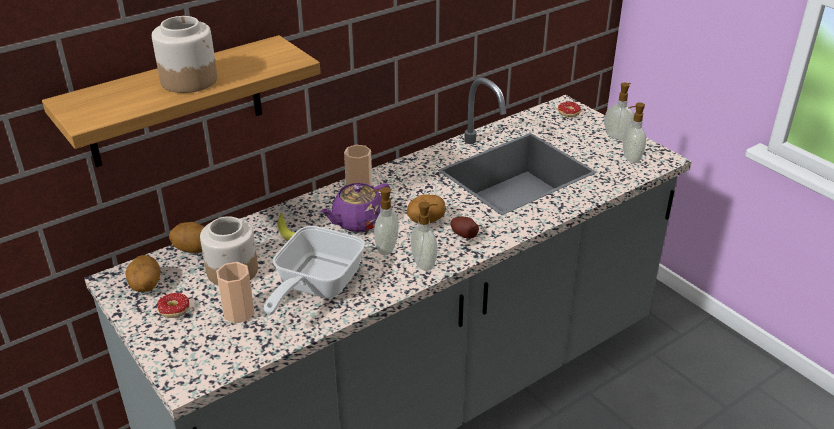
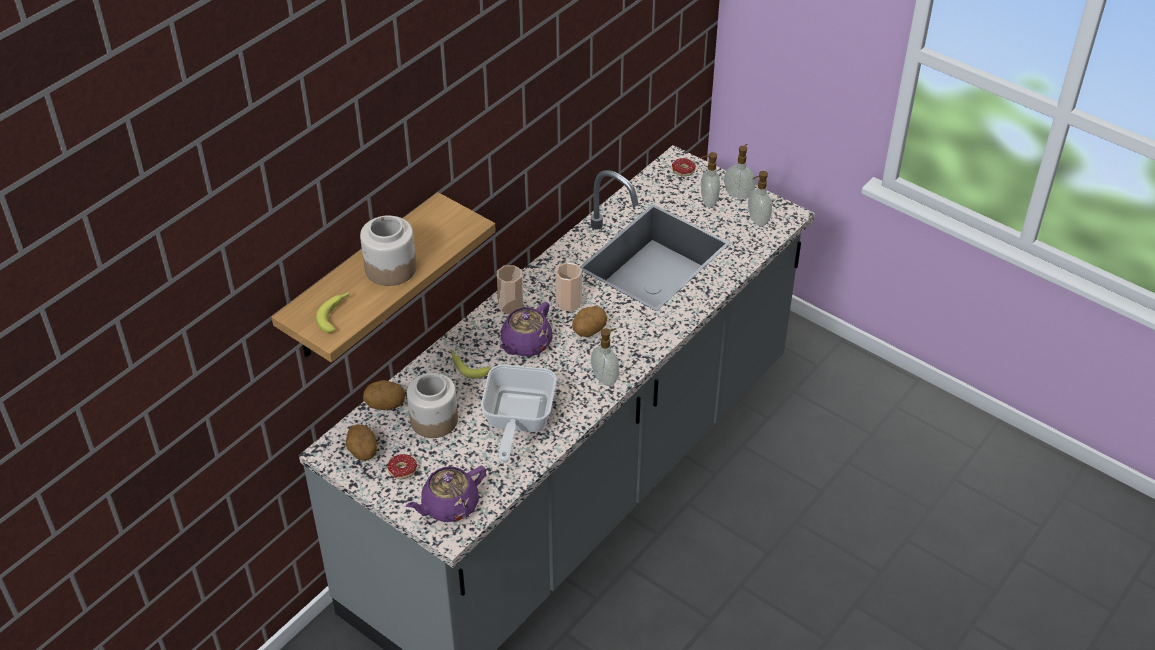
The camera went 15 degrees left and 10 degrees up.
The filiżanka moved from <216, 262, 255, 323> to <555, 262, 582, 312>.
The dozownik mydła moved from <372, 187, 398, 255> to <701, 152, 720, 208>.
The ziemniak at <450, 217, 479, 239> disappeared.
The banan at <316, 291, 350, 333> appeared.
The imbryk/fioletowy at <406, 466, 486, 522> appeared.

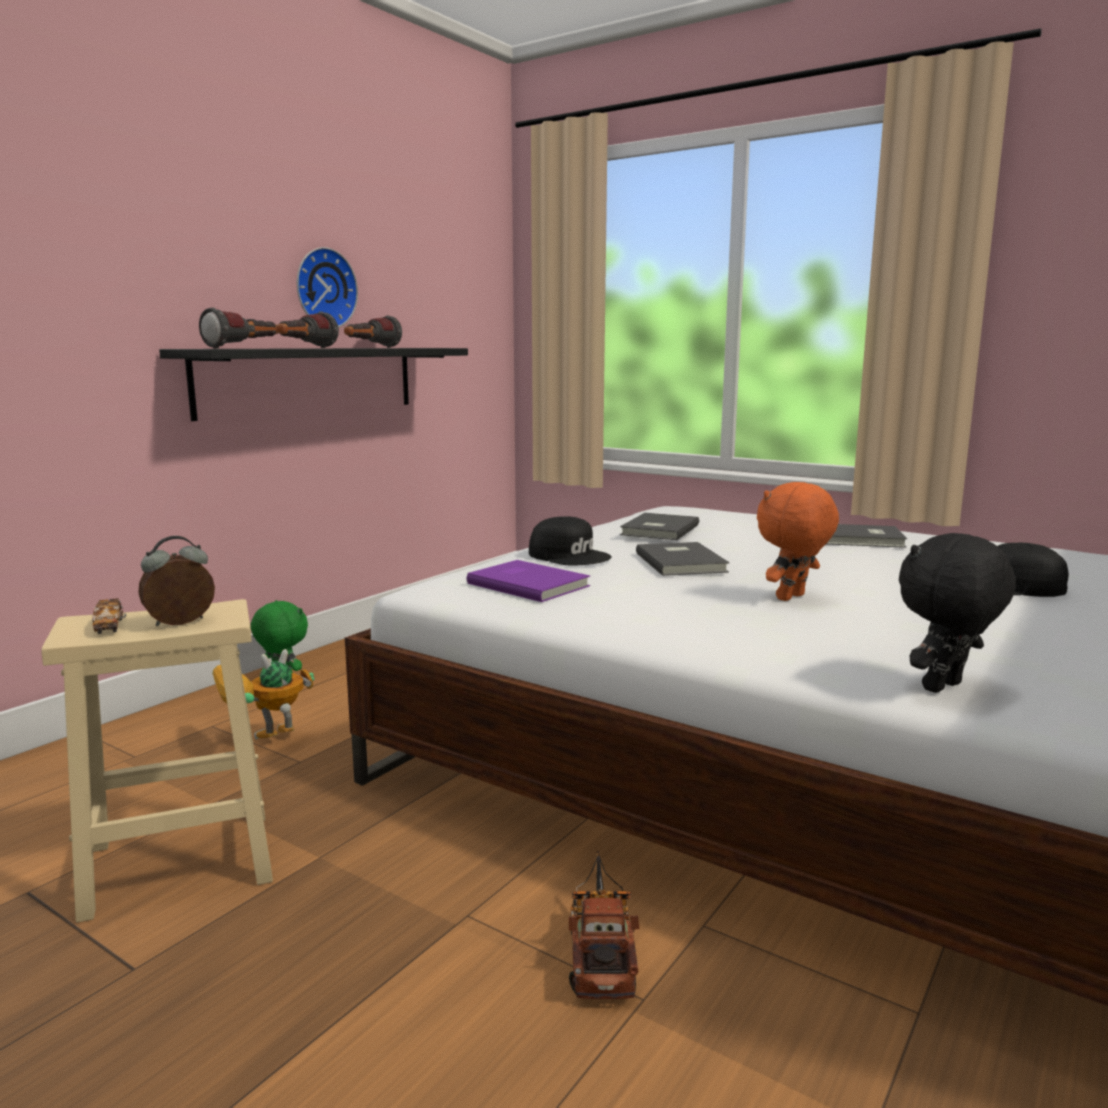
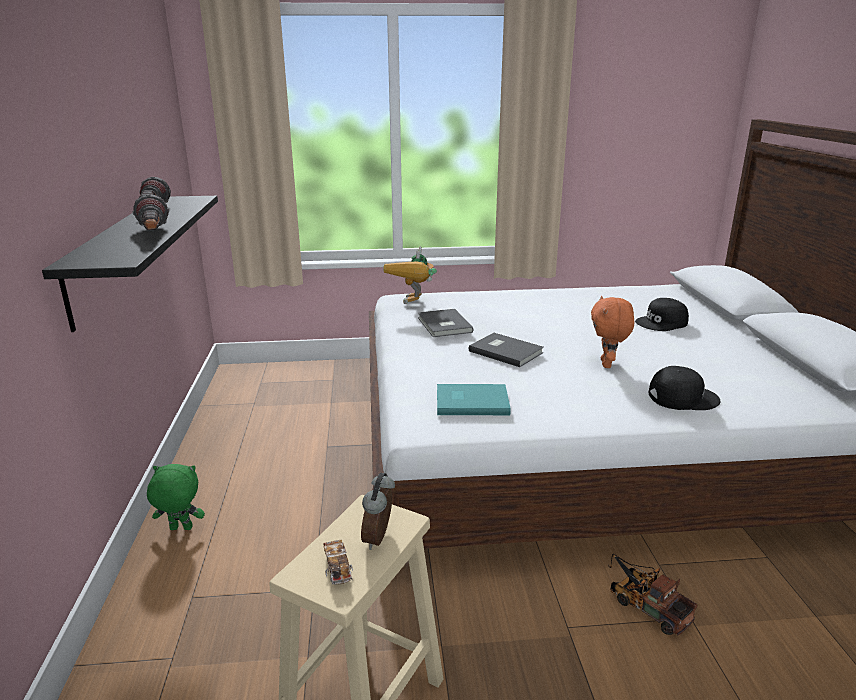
The camera went 40 degrees left and 10 degrees up.
The samochodzik at <92, 598, 126, 634> turned 135 degrees counterclockwise.
The latarka at <199, 308, 278, 348> disappeared.
The robot zabawkowy moved from <212, 649, 315, 740> to <383, 246, 437, 304>.
The zegar ścienny at <297, 247, 358, 328> disappeared.
The książka/fioletowy at <467, 560, 590, 602> became the książka/turkusowy at <437, 384, 511, 415>.
The czapka z daszkiem/czarny moved from <529, 516, 612, 565> to <649, 366, 720, 410>.
The książka/szary at <826, 524, 907, 548> disappeared.
The pluszak/czarny at <899, 533, 1016, 693> disappeared.

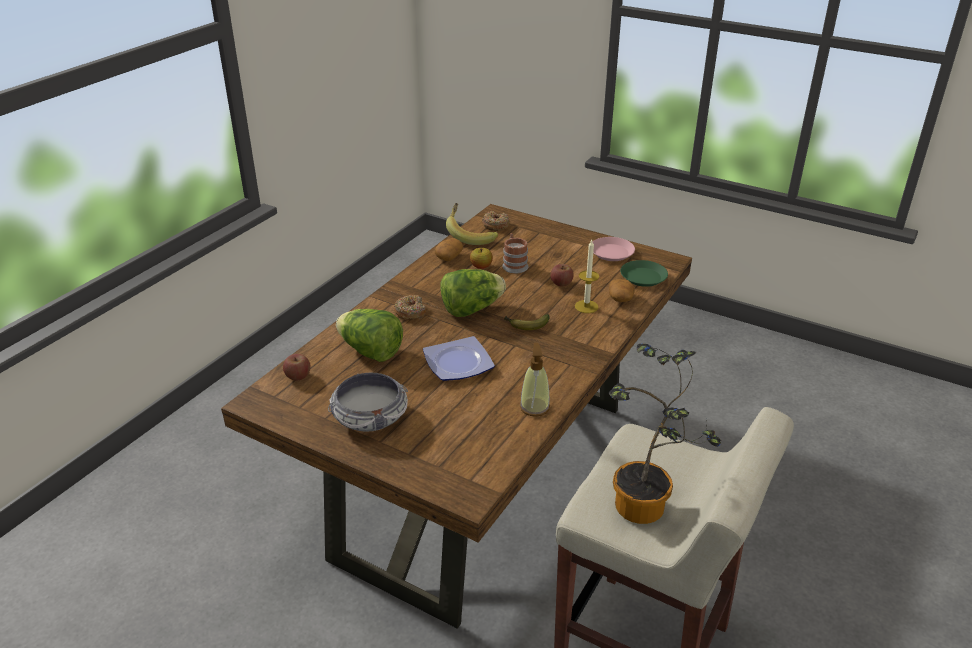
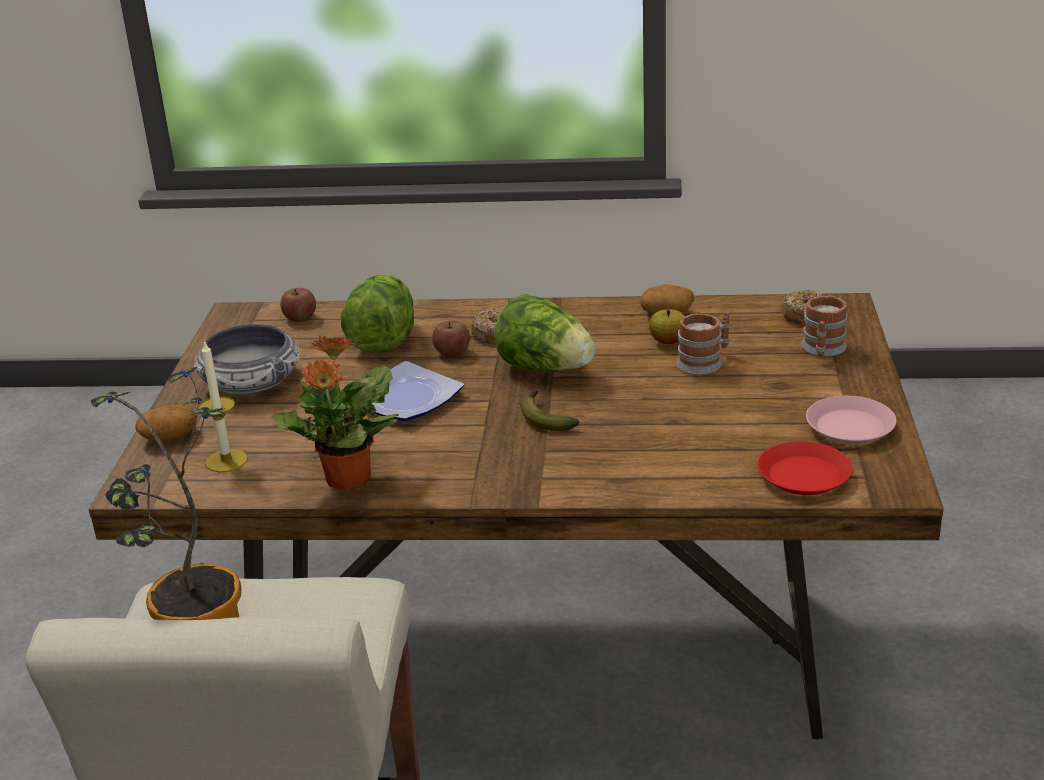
The camera went 65 degrees right and 5 degrees down.
The banan at <446, 203, 498, 245> disappeared.
The dozownik mydła at <520, 343, 550, 417> was replaced by the roślina doniczkowa at <271, 336, 399, 490>.
The jabłko moved from <550, 264, 574, 287> to <432, 320, 470, 357>.
The świeca moved from <575, 240, 599, 313> to <198, 340, 248, 472>.
The ziemniak moved from <609, 279, 635, 302> to <135, 405, 196, 441>.
The talerz/zielony at <620, 260, 668, 287> became the talerz/czerwony at <757, 441, 852, 495>.
The kubek at <801, 295, 848, 357> appeared.

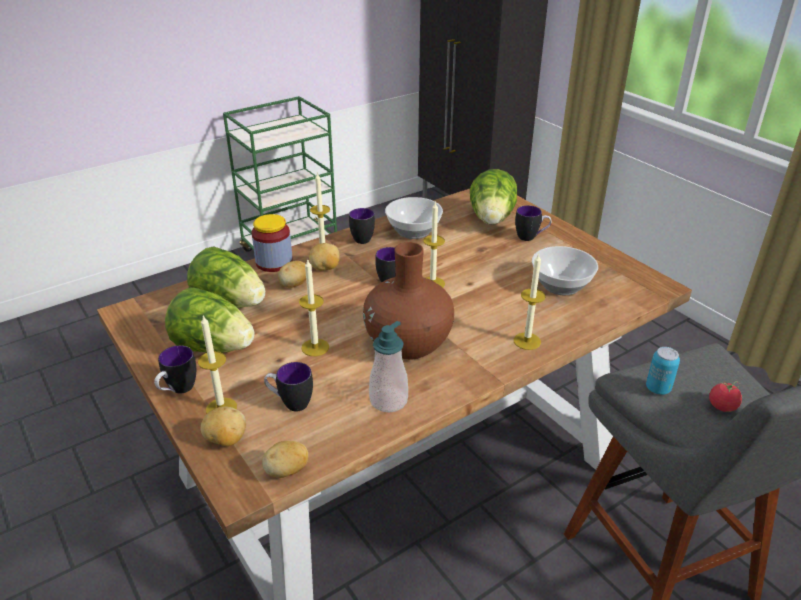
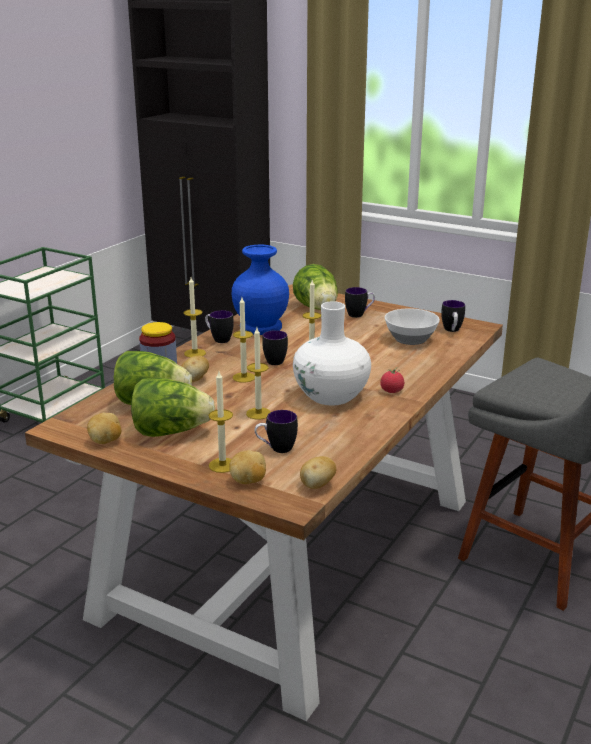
The camera went 25 degrees left and 10 degrees down.
The kubek moved from <154, 345, 196, 393> to <441, 300, 465, 332>.
The ziemniak moved from <309, 243, 340, 271> to <87, 413, 121, 444>.
The wazon/brązowy at <363, 242, 454, 360> became the wazon/biały at <293, 301, 371, 405>.
The dozownik mydła at <369, 321, 408, 412> disappeared.
The miska at <385, 197, 443, 239> was replaced by the wazon/niebieski at <232, 245, 289, 335>.
The świeca moved from <514, 253, 546, 350> to <233, 297, 255, 383>.
The puszka at <646, 347, 680, 395> disappeared.
The pomidor moved from <709, 381, 742, 412> to <380, 367, 404, 393>.

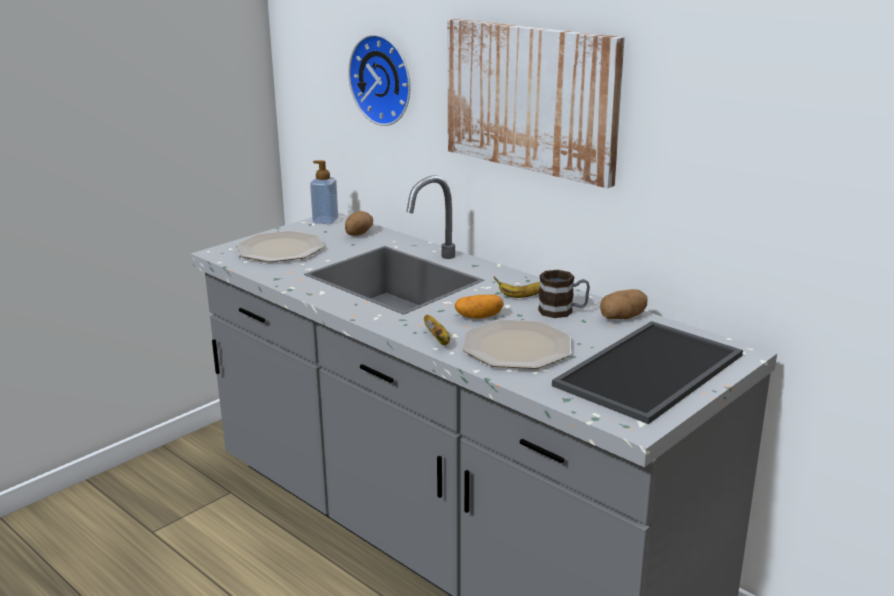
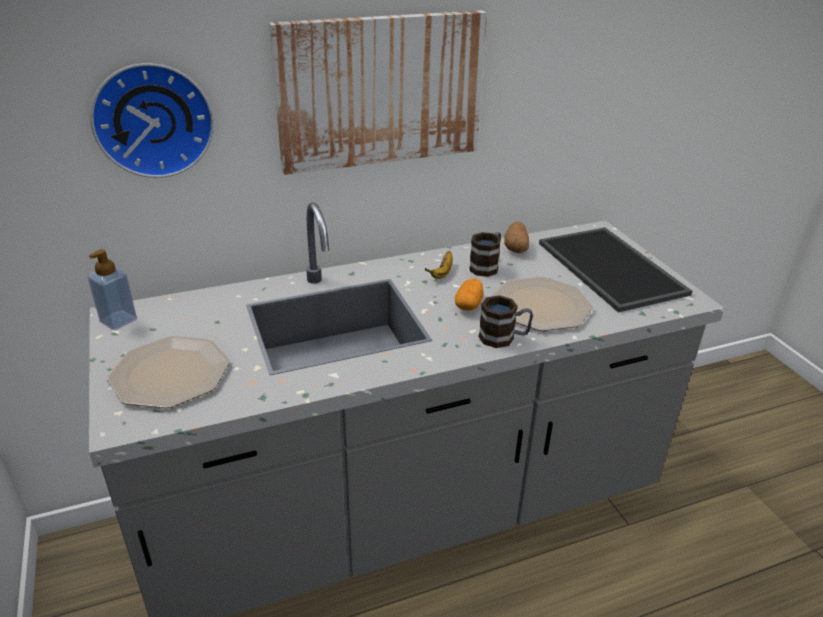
The camera went 65 degrees left and 10 degrees up.
The ziemniak at <345, 211, 373, 236> disappeared.
The banan at <424, 315, 450, 345> was replaced by the kubek at <478, 295, 533, 348>.

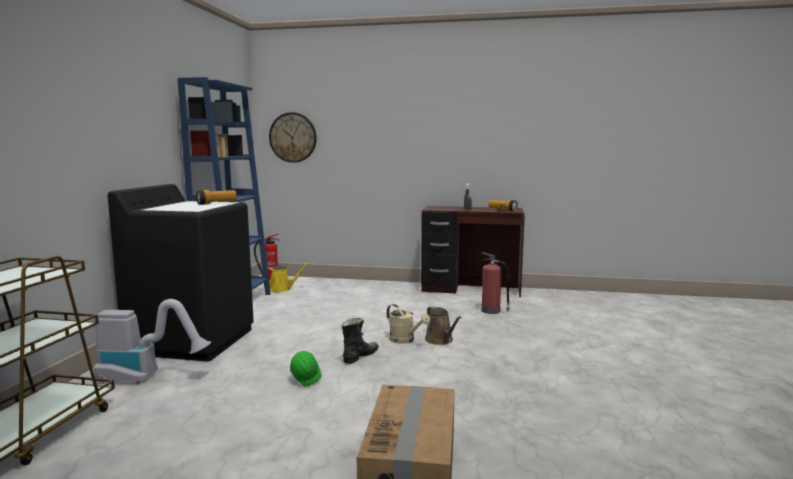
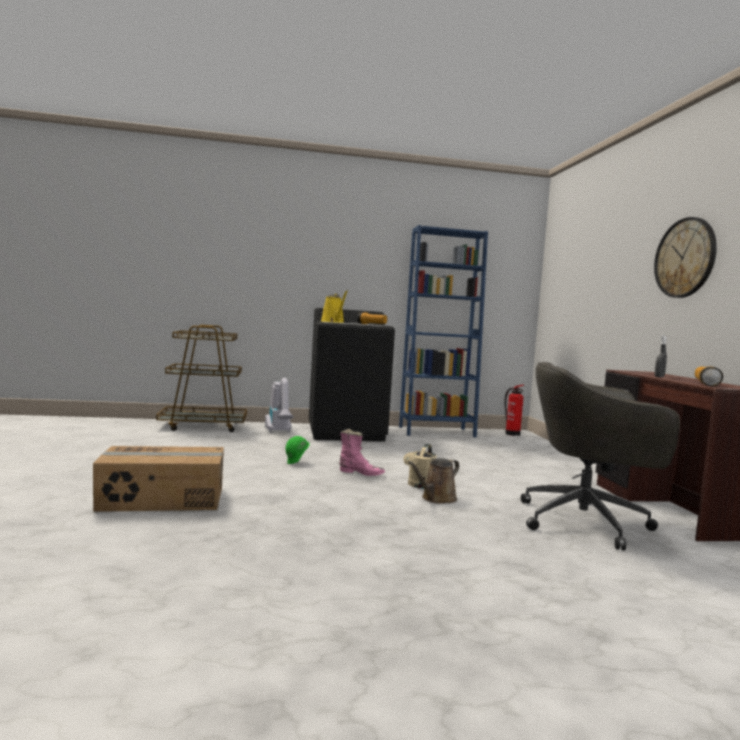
The camera went 70 degrees right and 5 degrees down.
The konewka/żółty moved from <268, 263, 309, 292> to <321, 290, 348, 323>.
The zegar ścienny moved from <269, 112, 317, 163> to <654, 217, 717, 298>.
The but z cholewką/czarny at <342, 318, 379, 364> became the but z cholewką/różowy at <340, 429, 385, 476>.
The gaśnica at <481, 252, 510, 314> was replaced by the krzesło biurowe/szary at <521, 362, 680, 551>.

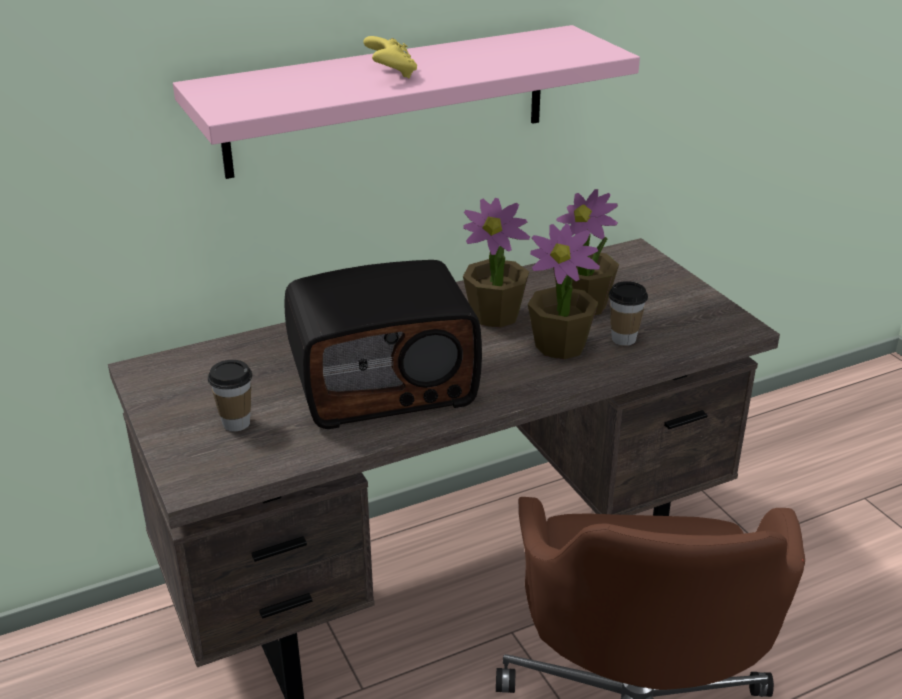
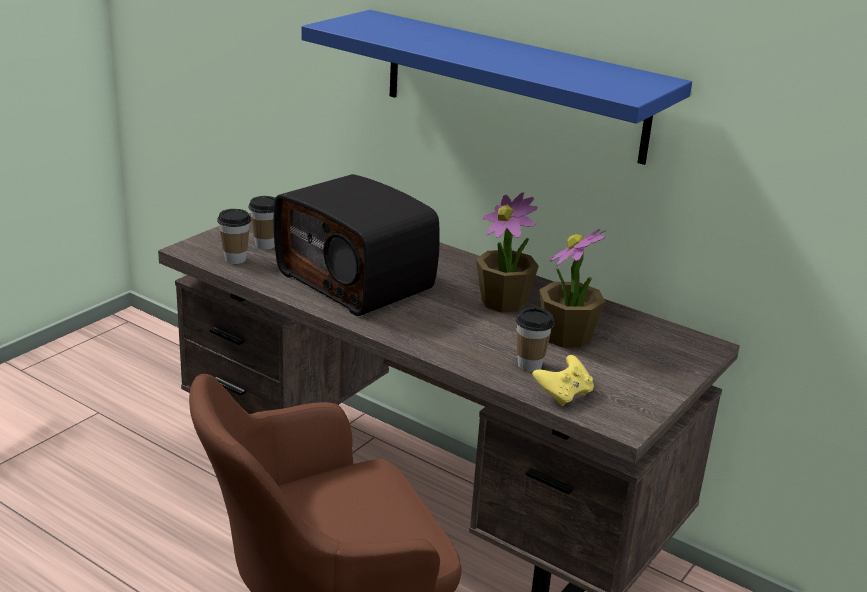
The camera went 60 degrees right and 5 degrees down.
The półka/różowy at <173, 25, 640, 179> became the półka/niebieski at <302, 10, 692, 165>.
The pad do gier/żółty moved from <363, 36, 417, 78> to <532, 355, 594, 406>.
The roślina doniczkowa at <528, 224, 600, 360> disappeared.
The filiżanka at <217, 209, 251, 264> appeared.

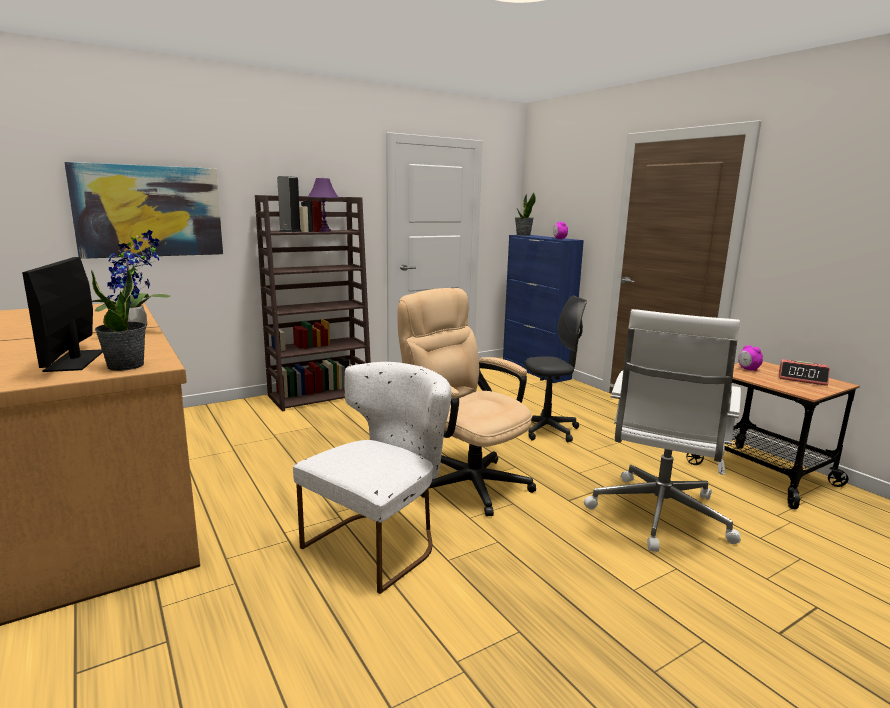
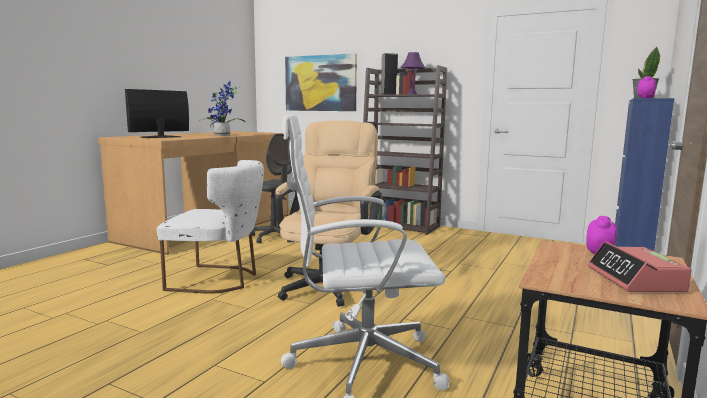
The camera went 60 degrees right and 5 degrees down.
The roślina doniczkowa at <91, 266, 146, 371> disappeared.
The krzesło biurowe/szary moved from <525, 296, 587, 442> to <252, 134, 292, 243>.

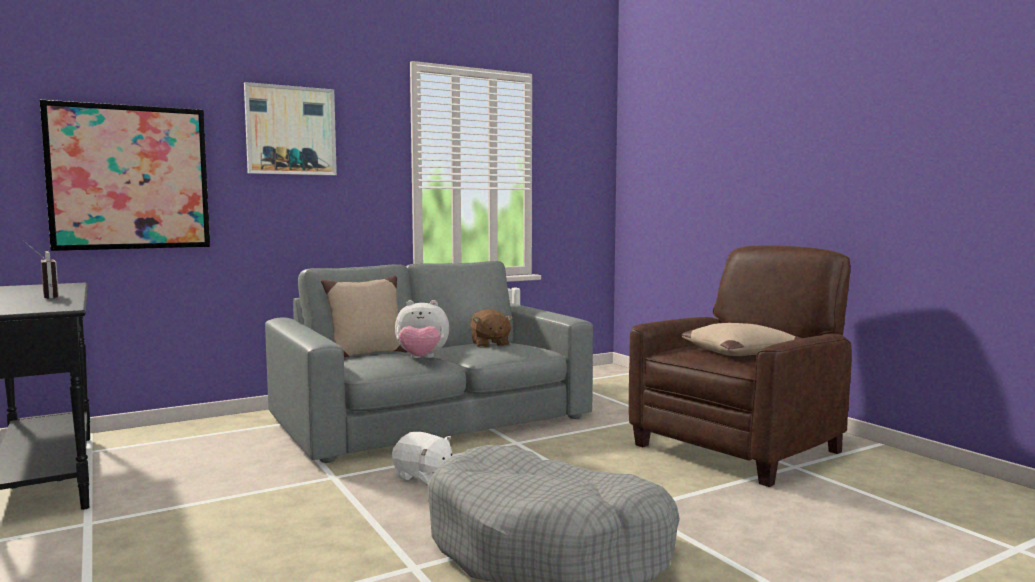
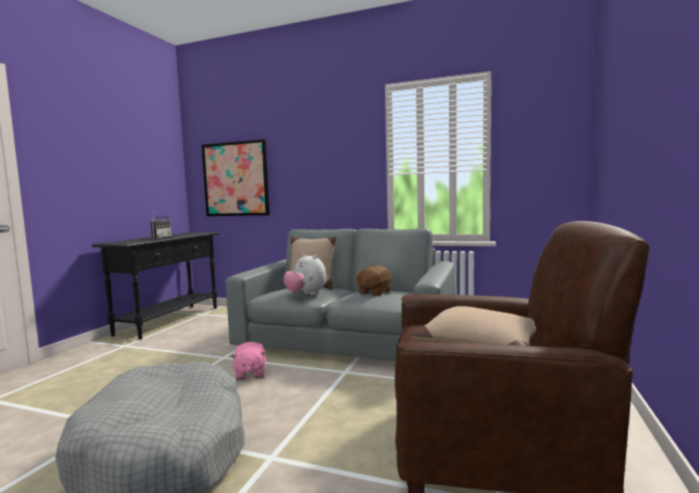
The camera went 50 degrees right and 0 degrees up.
The obraz at <244, 82, 337, 175> disappeared.
The pluszak/biały at <392, 432, 453, 485> became the pluszak/różowy at <230, 342, 266, 380>.

